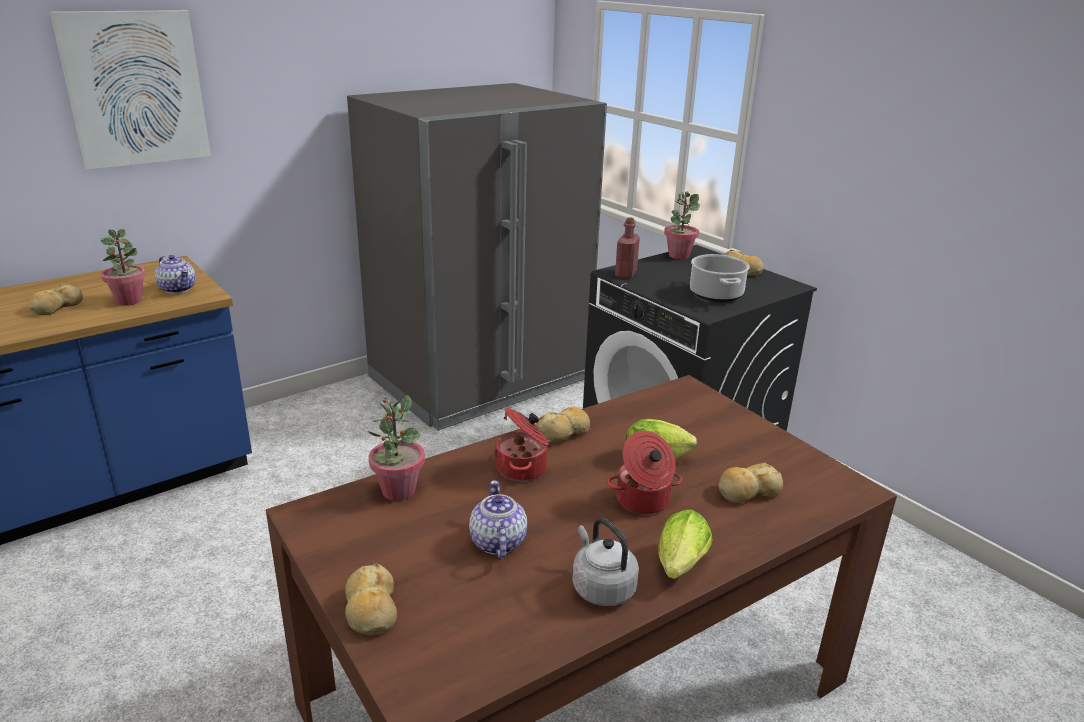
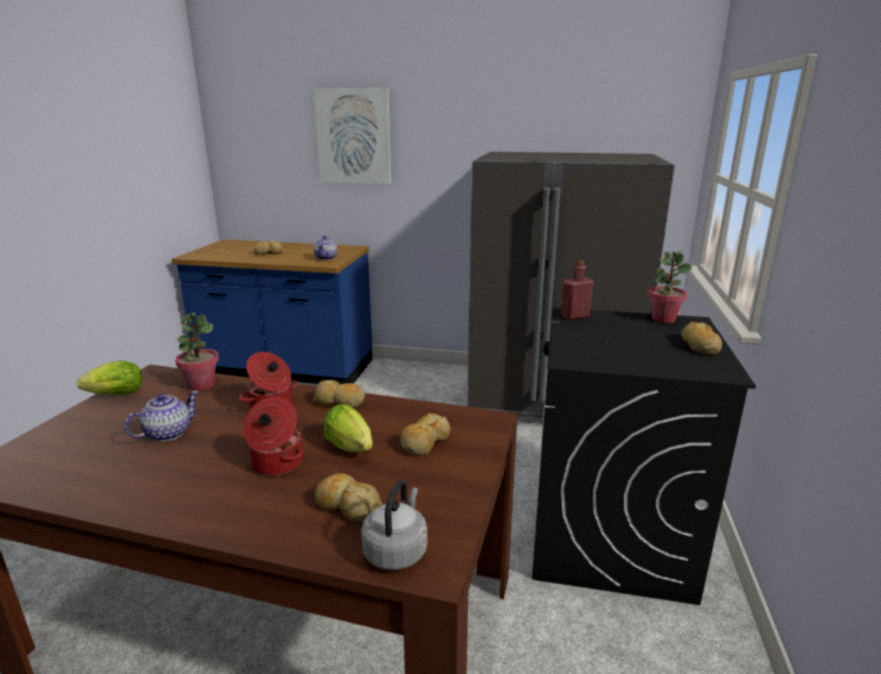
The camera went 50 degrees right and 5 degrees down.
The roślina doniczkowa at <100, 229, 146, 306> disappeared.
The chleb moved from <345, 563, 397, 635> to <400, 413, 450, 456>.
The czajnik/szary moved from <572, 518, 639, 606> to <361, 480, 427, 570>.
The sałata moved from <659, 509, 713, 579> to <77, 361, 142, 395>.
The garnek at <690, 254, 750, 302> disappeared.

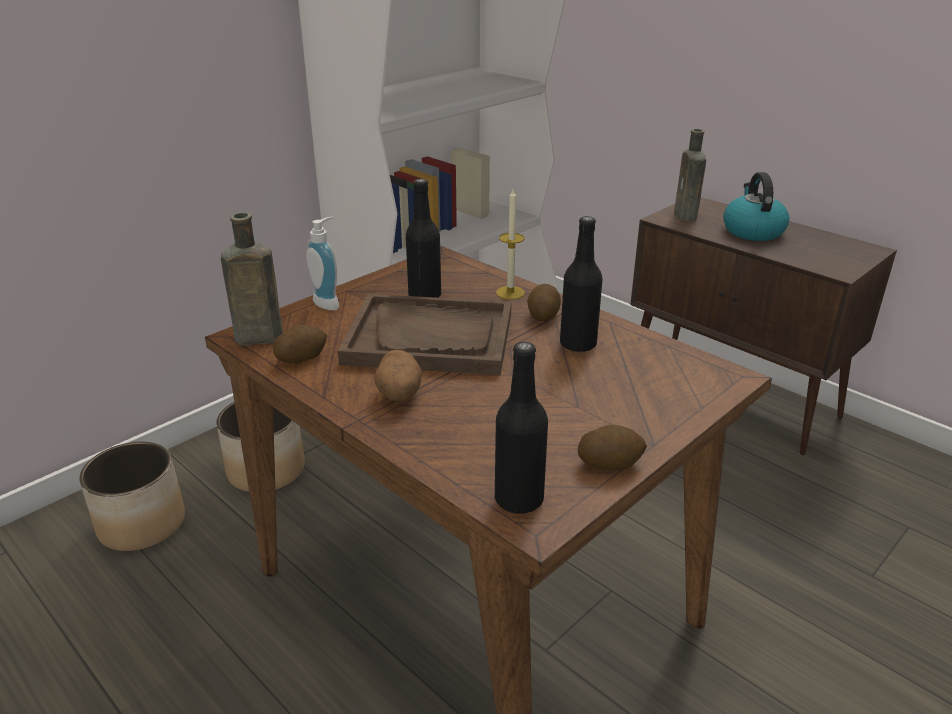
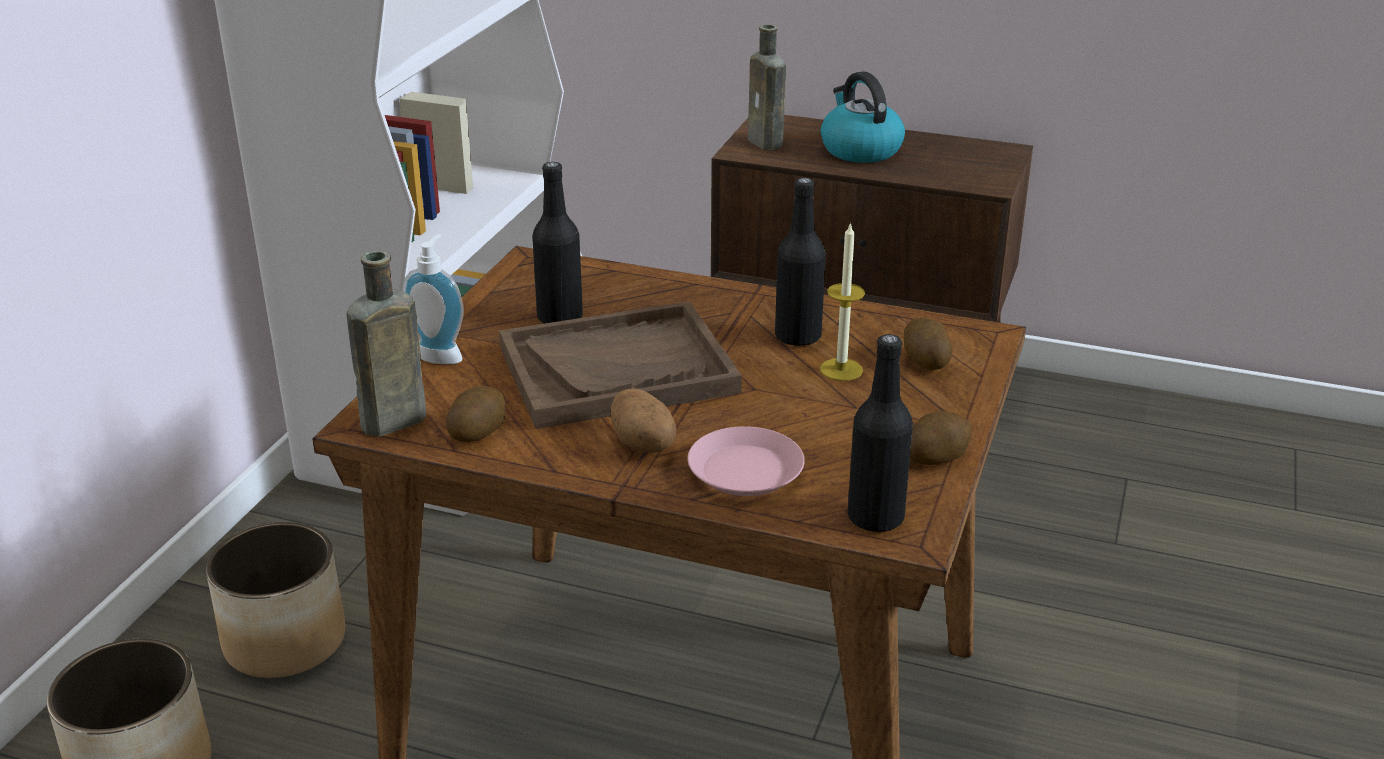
The camera went 25 degrees left and 0 degrees up.
The świeca moved from <496, 189, 525, 300> to <820, 222, 865, 381>.
The ziemniak moved from <527, 284, 561, 321> to <904, 317, 953, 370>.
The talerz/różowy at <688, 426, 805, 496> appeared.

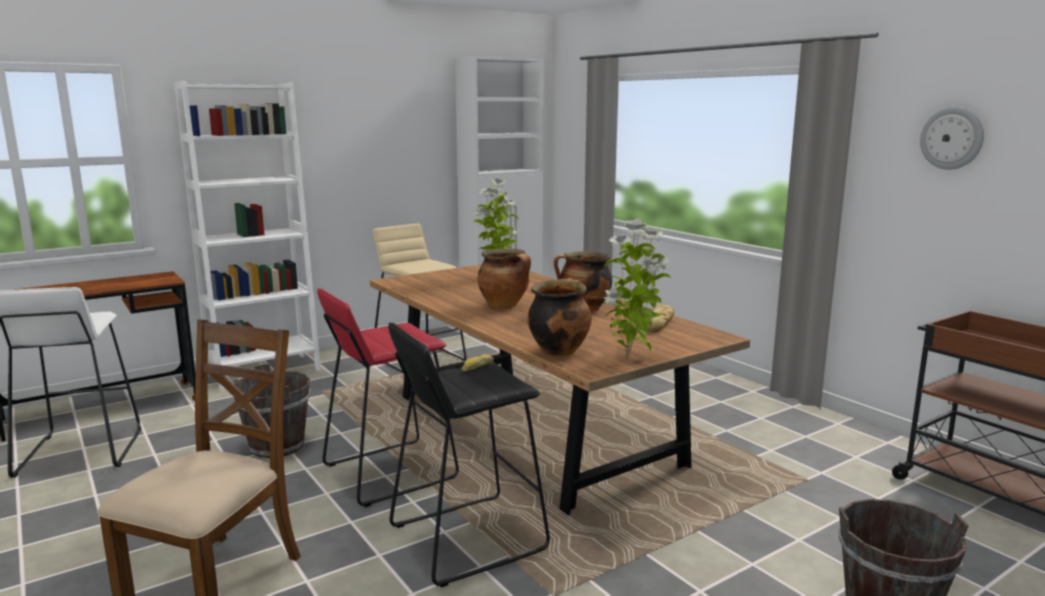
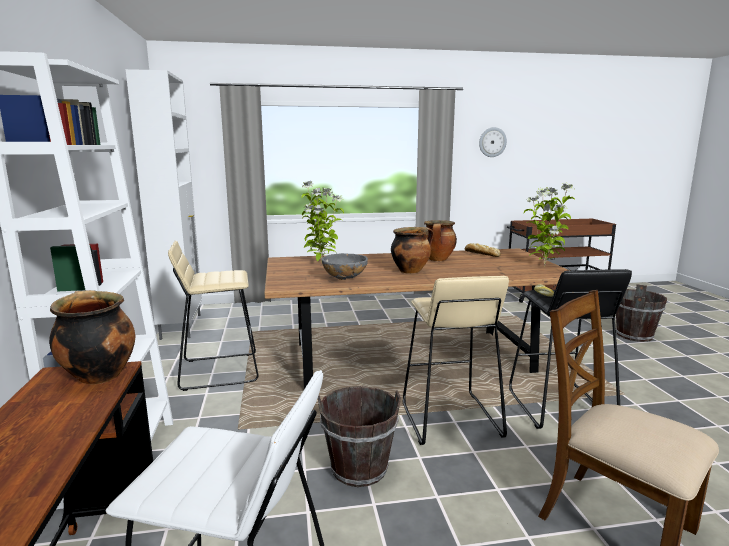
The camera went 65 degrees left and 0 degrees up.
The stołek/czerwony at <317, 288, 459, 507> became the stołek/beżowy at <403, 276, 509, 445>.
The garnek moved from <527, 278, 592, 357> to <49, 290, 136, 385>.
The miska/szary at <322, 253, 368, 280> appeared.

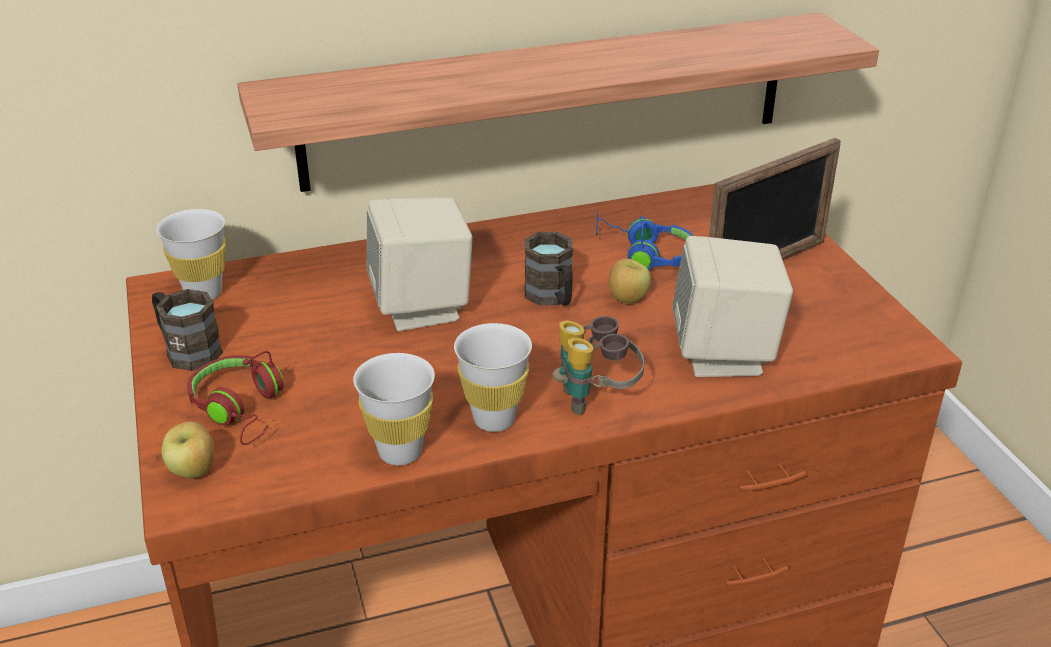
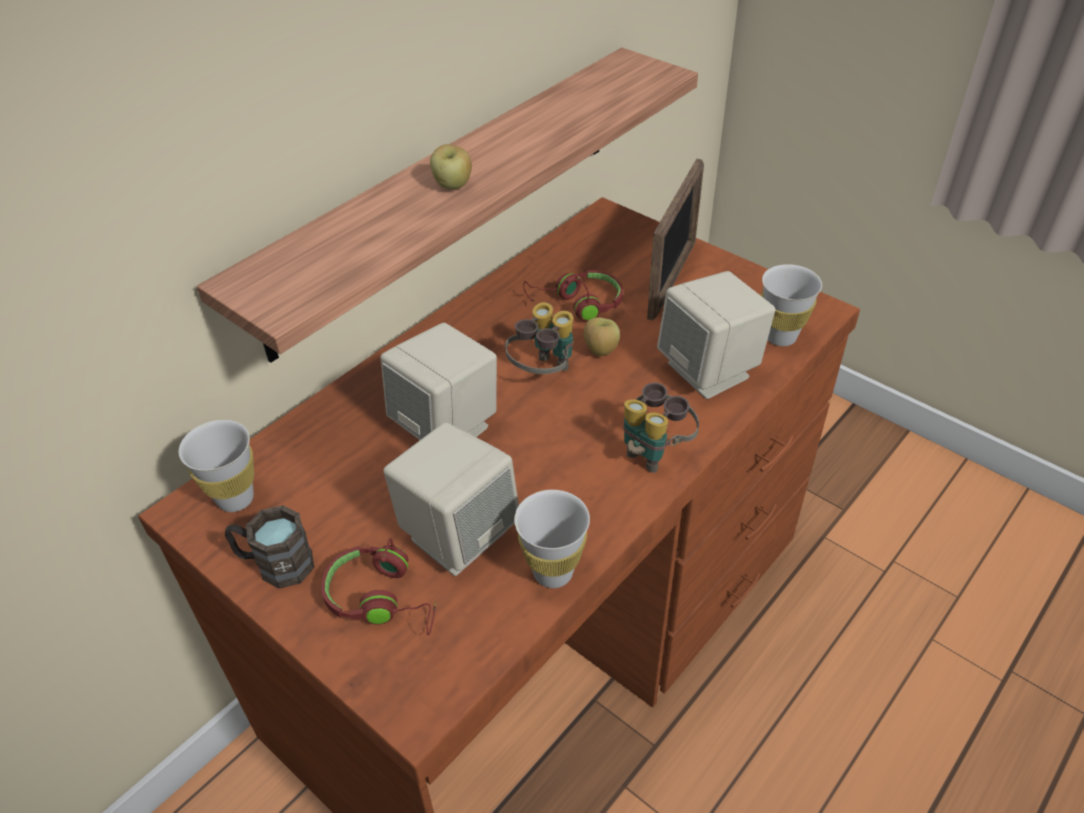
The camera went 30 degrees left and 10 degrees up.
The jabłko moved from <161, 421, 214, 479> to <430, 144, 472, 189>.
The filiżanka/biały moved from <454, 323, 532, 432> to <761, 264, 822, 346>.
The kubek/brązowy at <524, 232, 573, 306> was replaced by the lornetka at <505, 302, 573, 374>.
The słuchawki/niebieski at <595, 212, 694, 270> became the słuchawki/czerwony at <523, 270, 623, 322>.
The głośnik/beżowy at <383, 422, 519, 576> appeared.

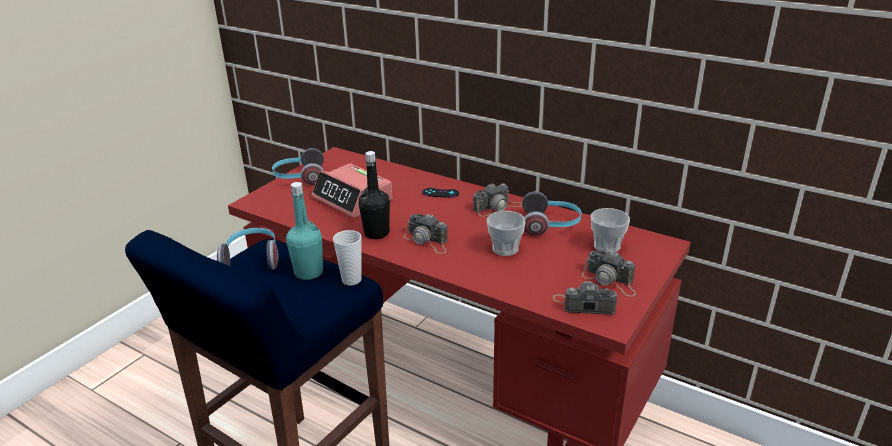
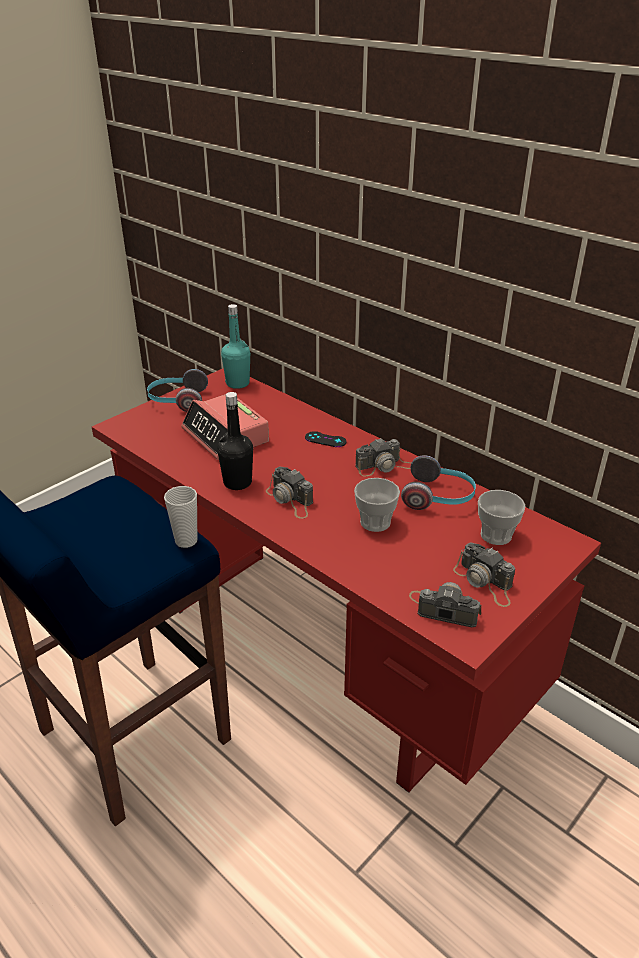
The camera went 10 degrees right and 5 degrees up.
The słuchawki at <217, 228, 279, 270> disappeared.
The butelka/turkusowy moved from <286, 182, 323, 280> to <221, 304, 250, 389>.

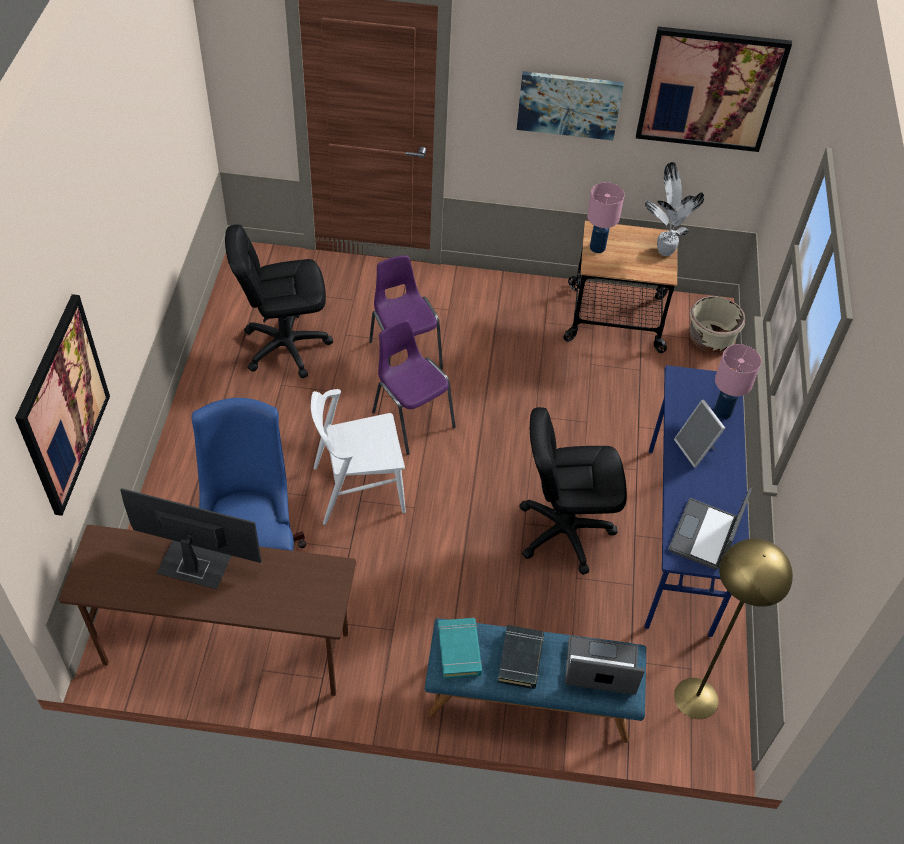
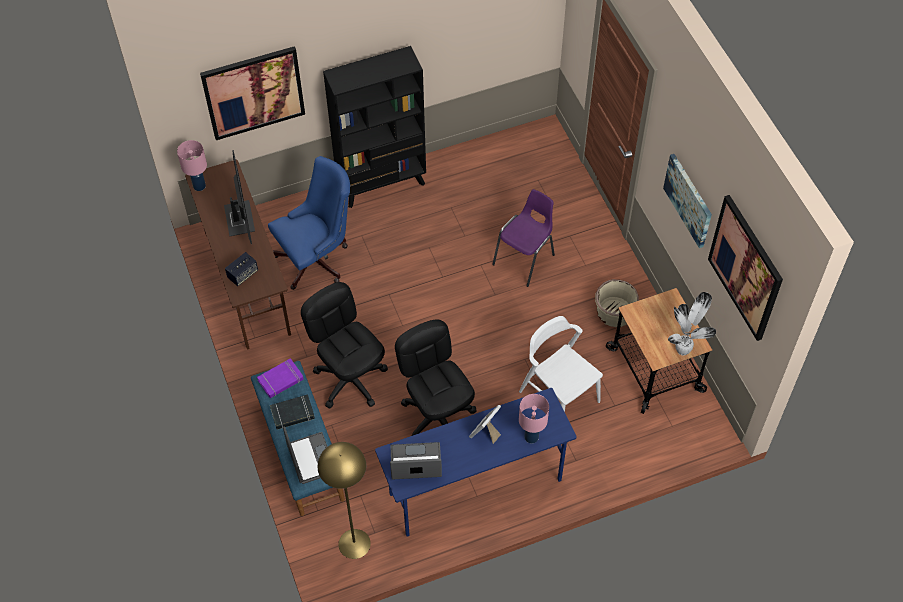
The camera went 65 degrees right and 5 degrees up.
The krzesło biurowe/czarny moved from <225, 225, 333, 378> to <301, 282, 388, 409>.
The krzesło/biały moved from <311, 389, 406, 525> to <519, 316, 603, 412>.
The krzesło/fioletowy at <372, 320, 456, 455> disappeared.
The książka/turkusowy at <438, 618, 482, 679> became the książka/fioletowy at <257, 358, 303, 398>.
The lampa stołowa/różowy moved from <587, 182, 624, 253> to <177, 140, 207, 191>.
The donica/beżowy moved from <689, 296, 745, 353> to <595, 279, 639, 327>.
The głośnik at <225, 252, 258, 286> appeared.
The regał/czarny at <323, 46, 426, 208> appeared.

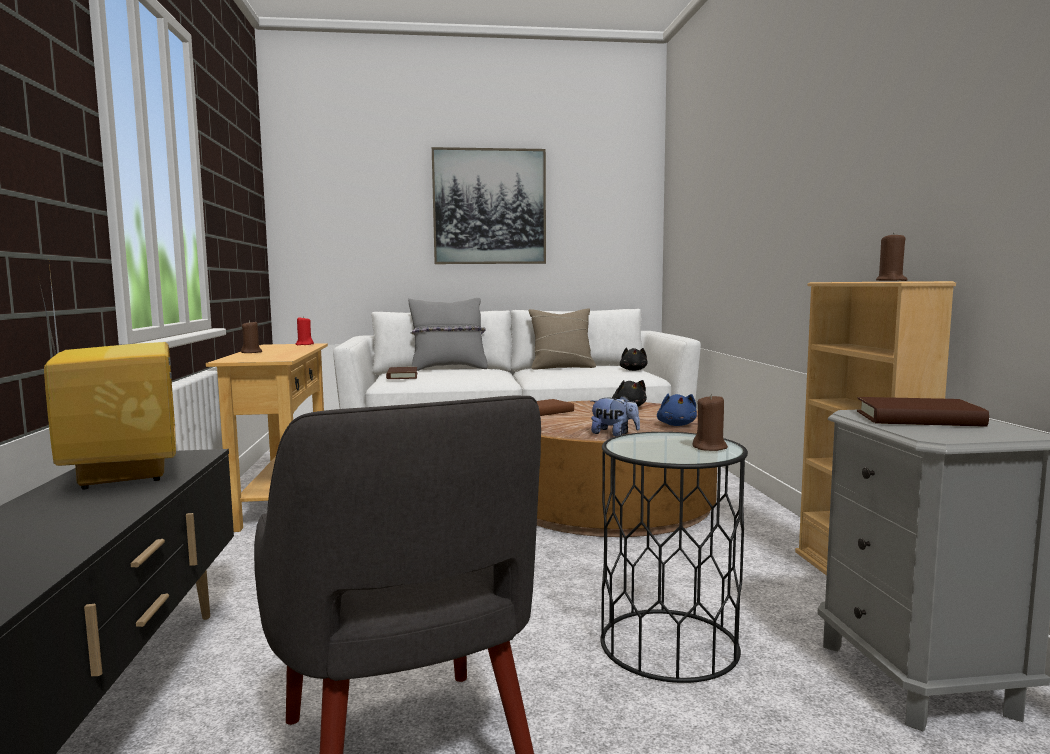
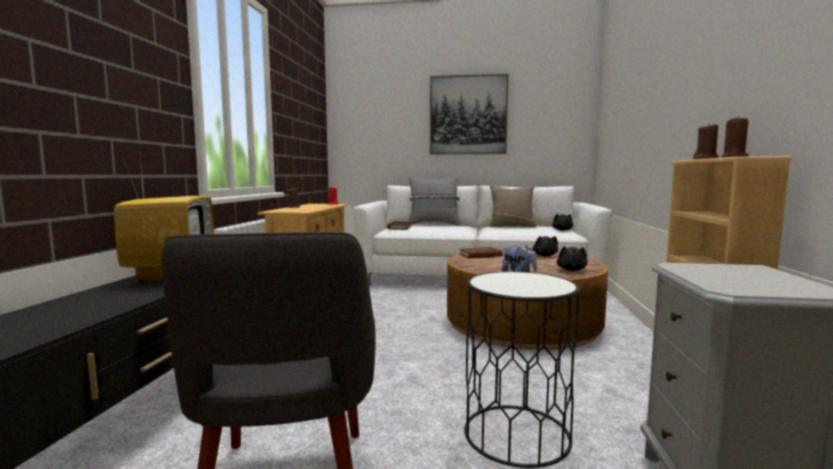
The camera went 15 degrees right and 0 degrees up.
The pluszak/niebieski at <657, 394, 697, 426> became the pluszak/czarny at <557, 246, 588, 271>.
The świeca/brązowy moved from <693, 394, 728, 451> to <693, 123, 719, 159>.
The książka/brązowy at <857, 397, 989, 427> disappeared.

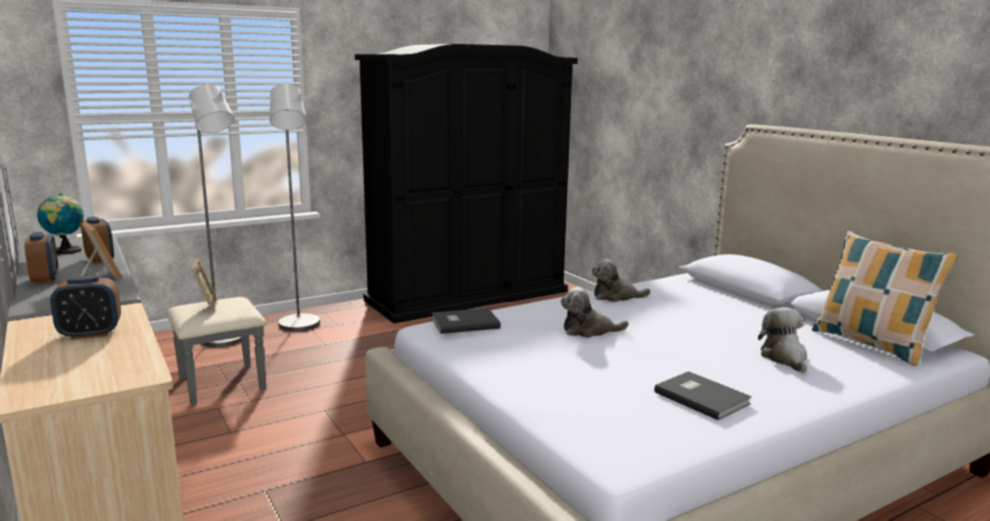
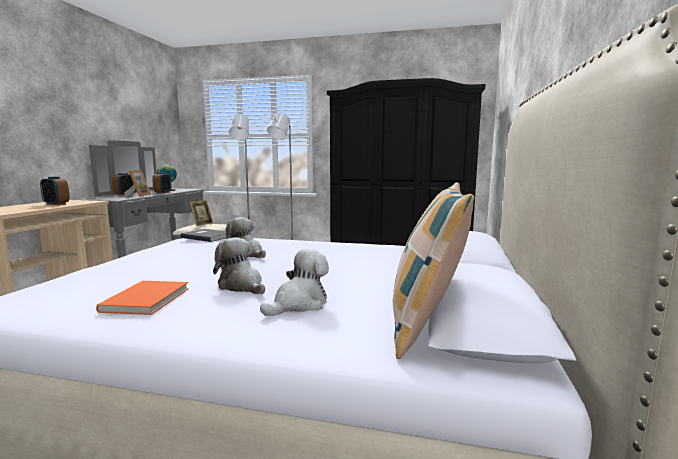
The camera went 45 degrees right and 5 degrees down.
The pluszak moved from <592, 258, 651, 302> to <213, 237, 265, 294>.
The książka/szary at <654, 371, 752, 420> became the książka/pomarańczowy at <96, 281, 189, 315>.

